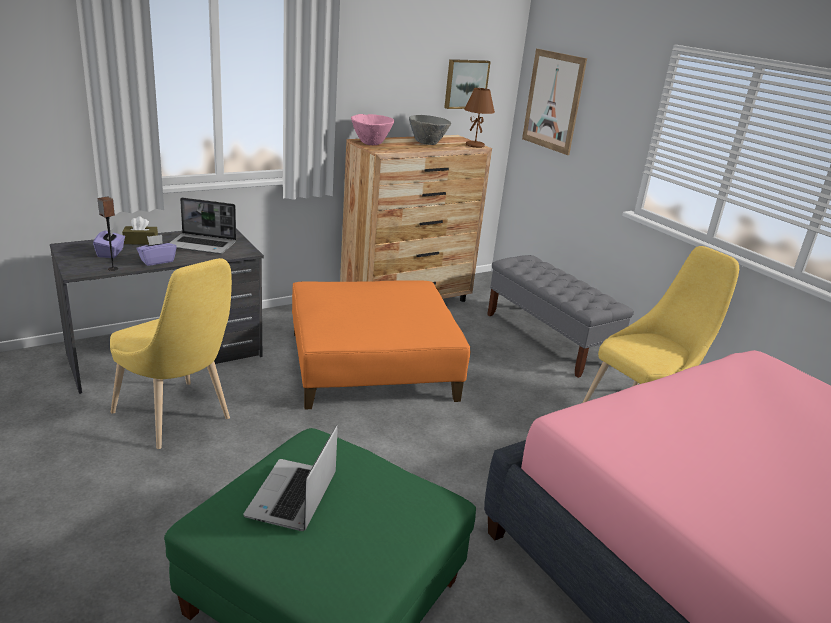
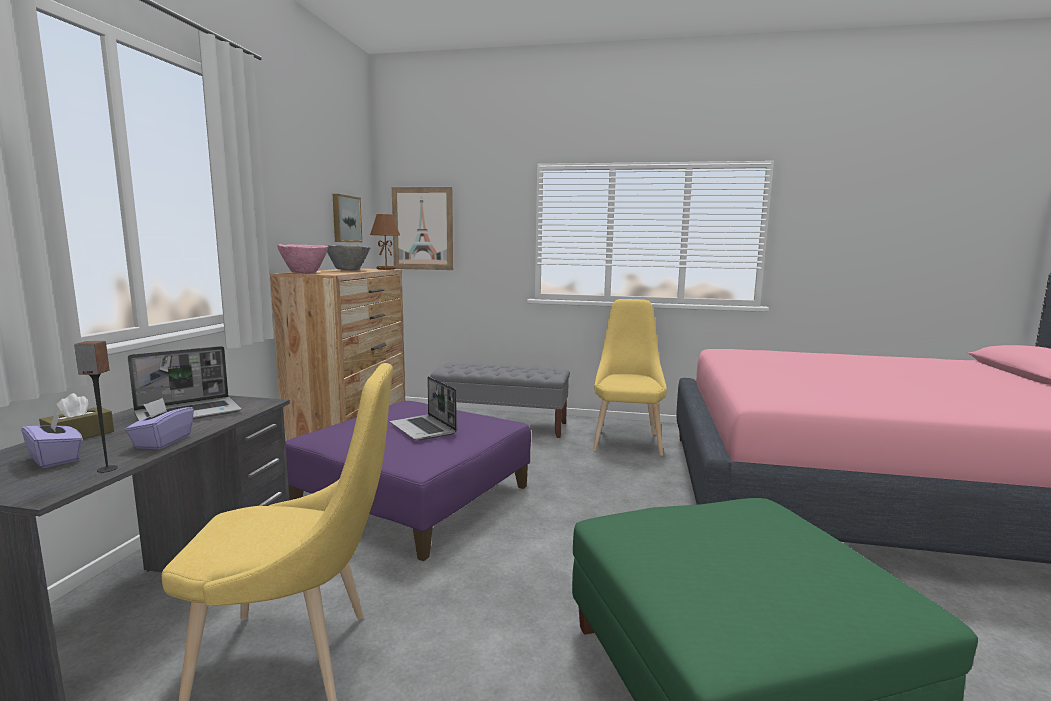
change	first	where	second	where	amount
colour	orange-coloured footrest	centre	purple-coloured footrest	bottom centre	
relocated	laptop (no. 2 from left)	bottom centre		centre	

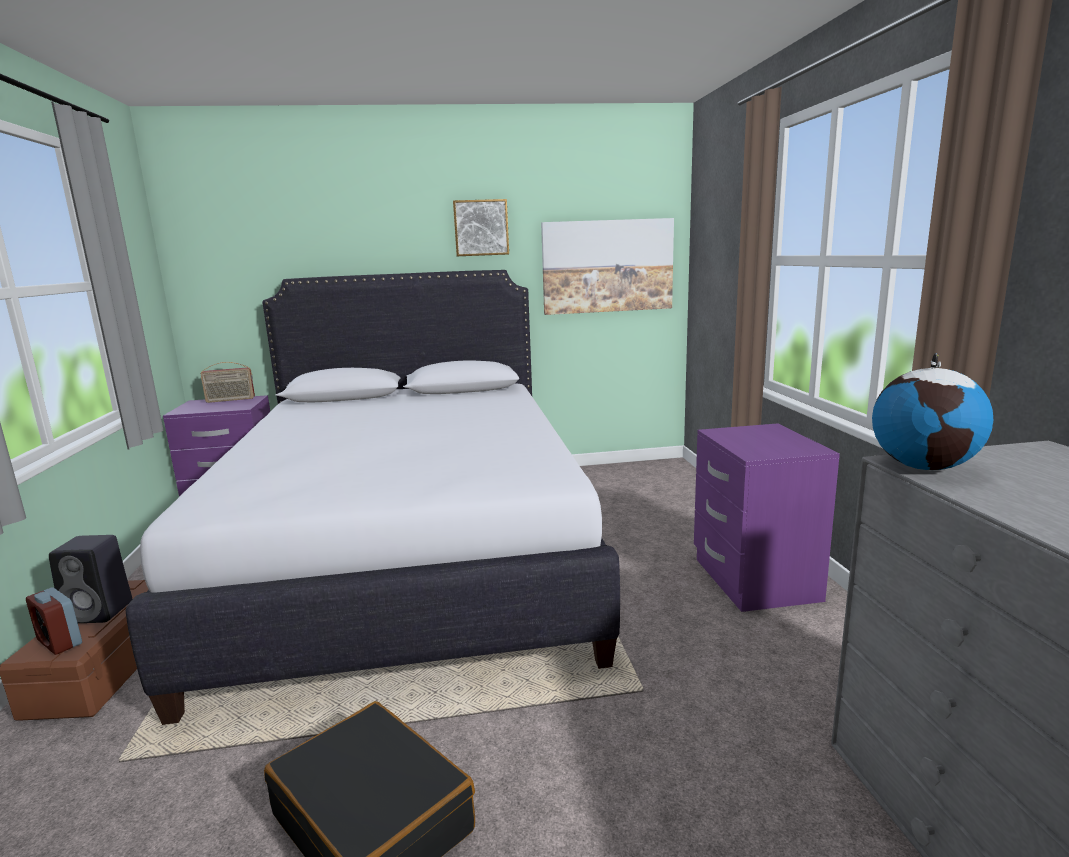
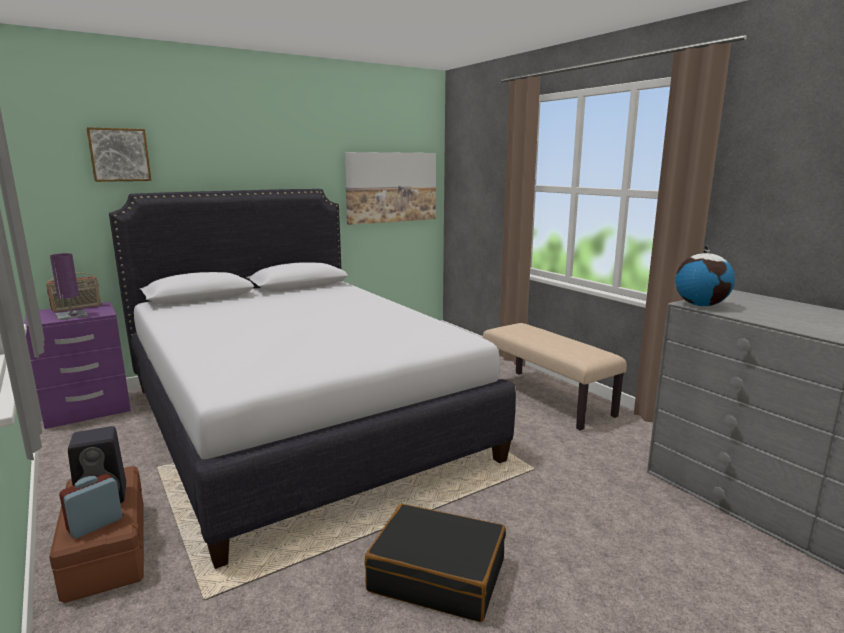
change	first	where	second	where	amount
relocated	picture (no. 1 from left)	top centre		top left	
exchanged	purple-coloured night table (no. 2 from left)	middle right	sand-coloured long seat	centre	
spun	bedside clock	bottom left		bottom left	120 degrees clockwise
appeared			purple-coloured lamp for a table	middle left	

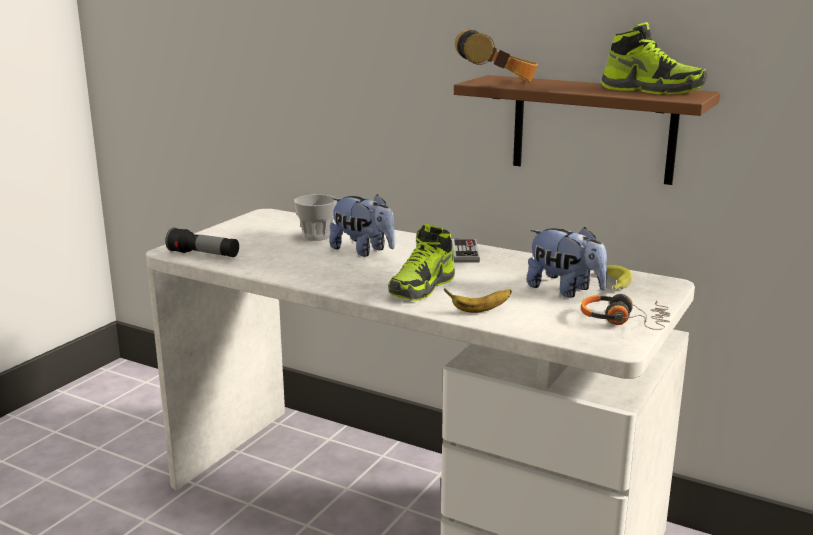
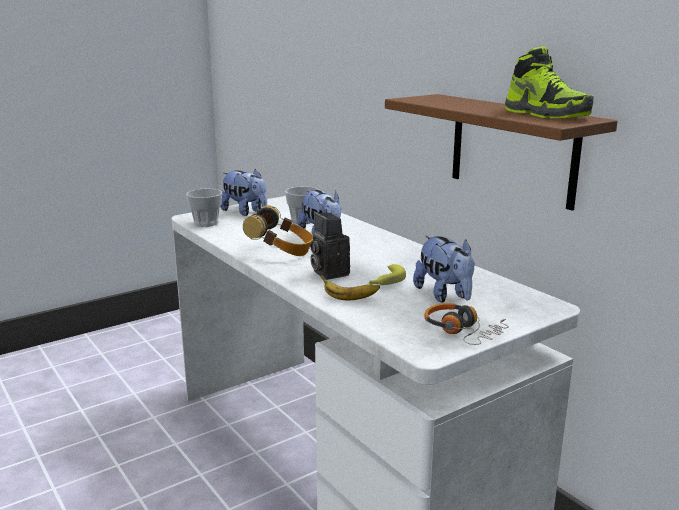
change	first	where	second	where	amount
relocated	headphones (no. 1 from left)	top centre		centre	
exchanged	low shoe (no. 1 from left)	centre	still camera	centre	
exchanged	torch	middle left	cup (no. 1 from left)	middle left	
missing	game controller	centre			
relocated	whole banana (no. 2 from left)	middle right		centre	
appeared			cuddly toy (no. 1 from left)	centre	

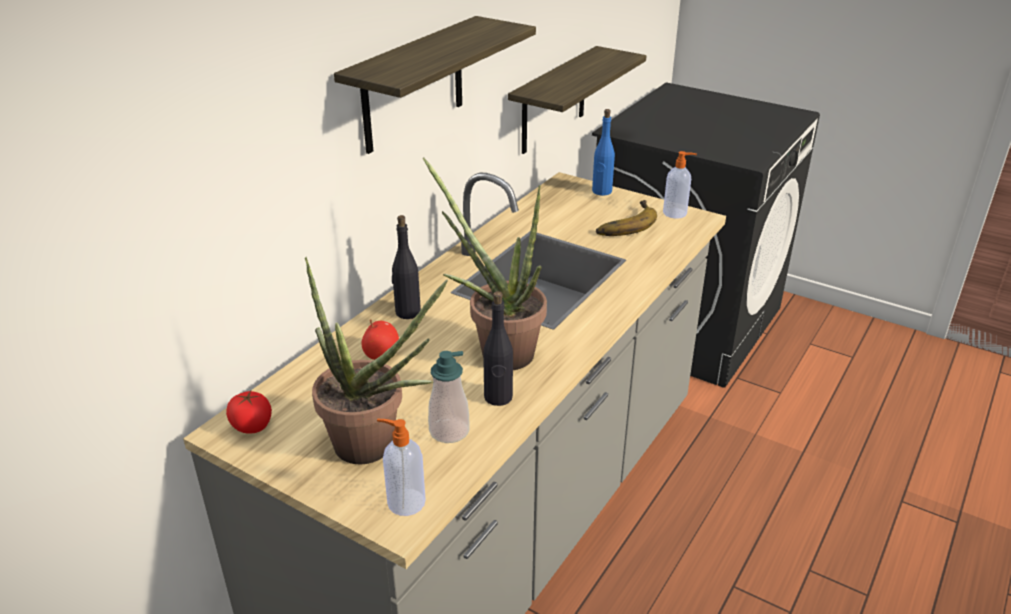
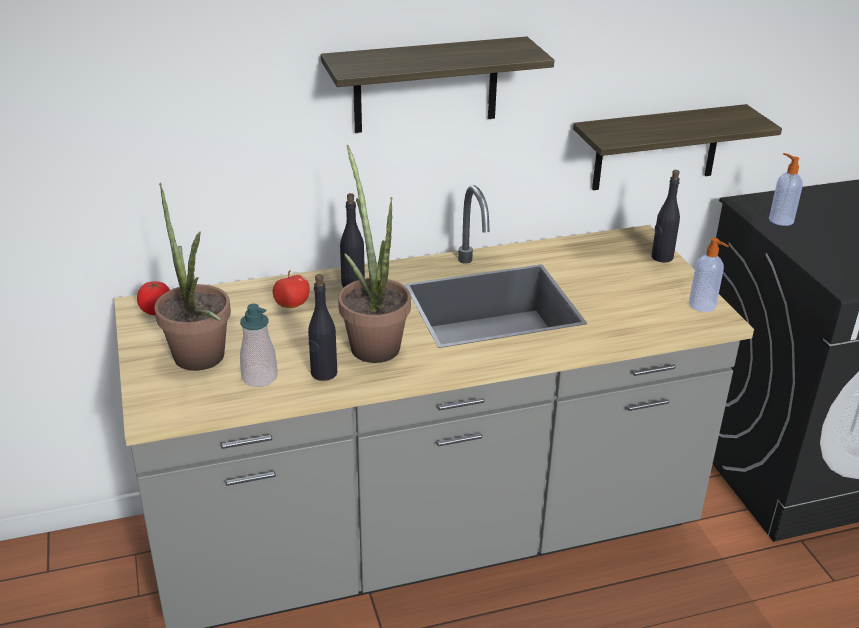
change	first	where	second	where	amount
colour	bluish drink bottle	top centre	blackish drink bottle (no. 3 from left)	middle right	
missing	whole banana	centre			
relocated	soap bottle (no. 1 from left in the first image)	bottom centre	soap bottle (no. 3 from left)	top right	

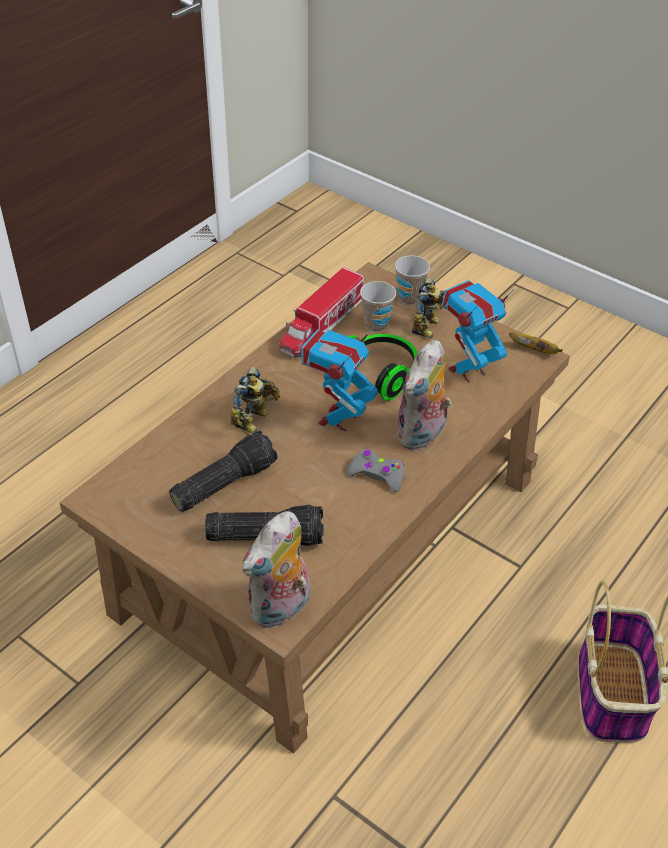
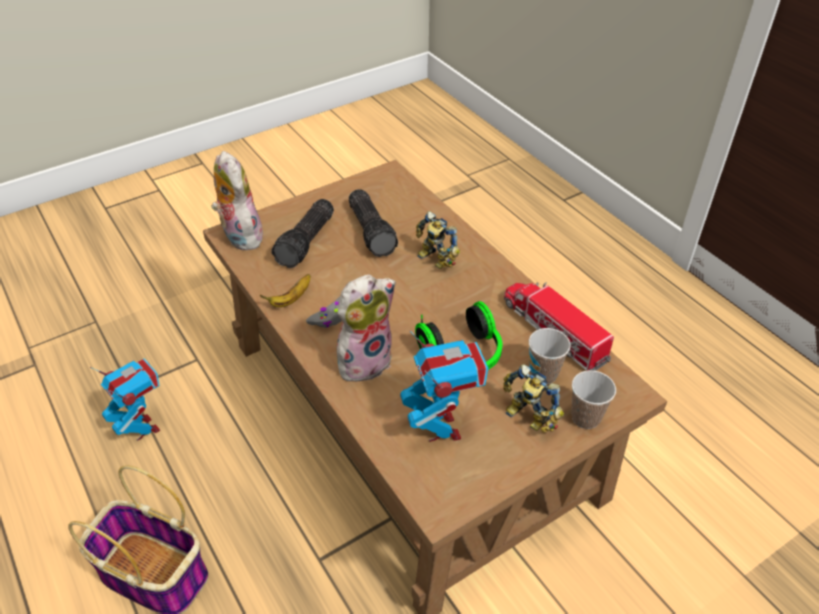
change	first	where	second	where	amount
relocated	toy robot (no. 2 from left in the first image)	centre	toy robot (no. 1 from left)	middle left	
relocated	whole banana	middle right		centre	
spun	cuddly toy (no. 2 from left)	centre		centre	90 degrees clockwise

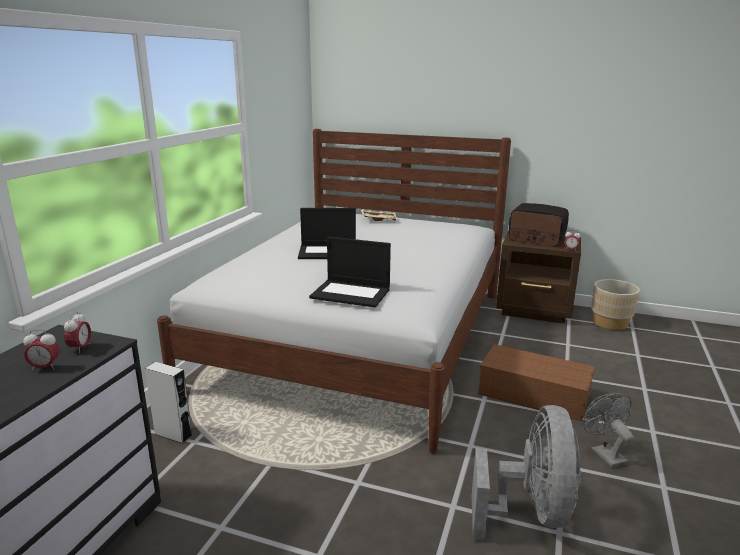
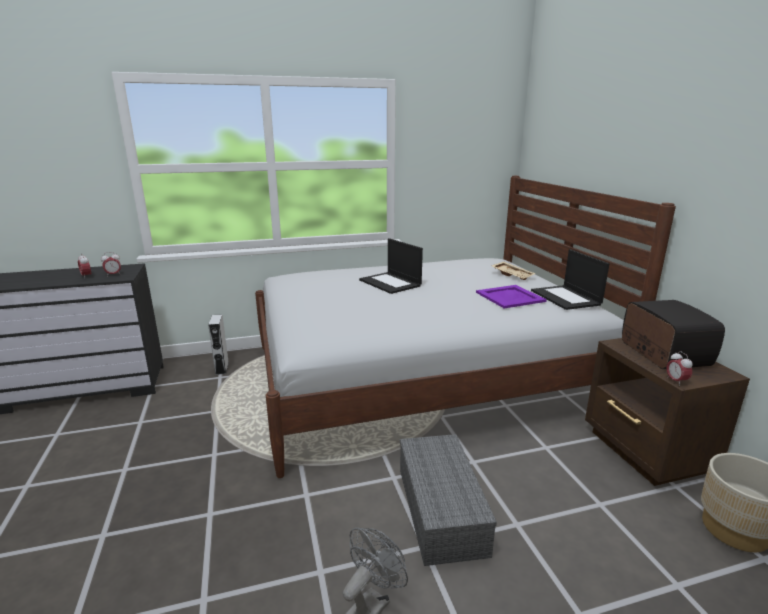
change	first	where	second	where	amount
relocated	laptop (no. 2 from left)	centre		middle right	
colour	brown storage box	bottom right	greyish storage box	bottom centre	
missing	greyish fan (no. 1 from left)	bottom right			
appeared			purple-coloured tray	centre	

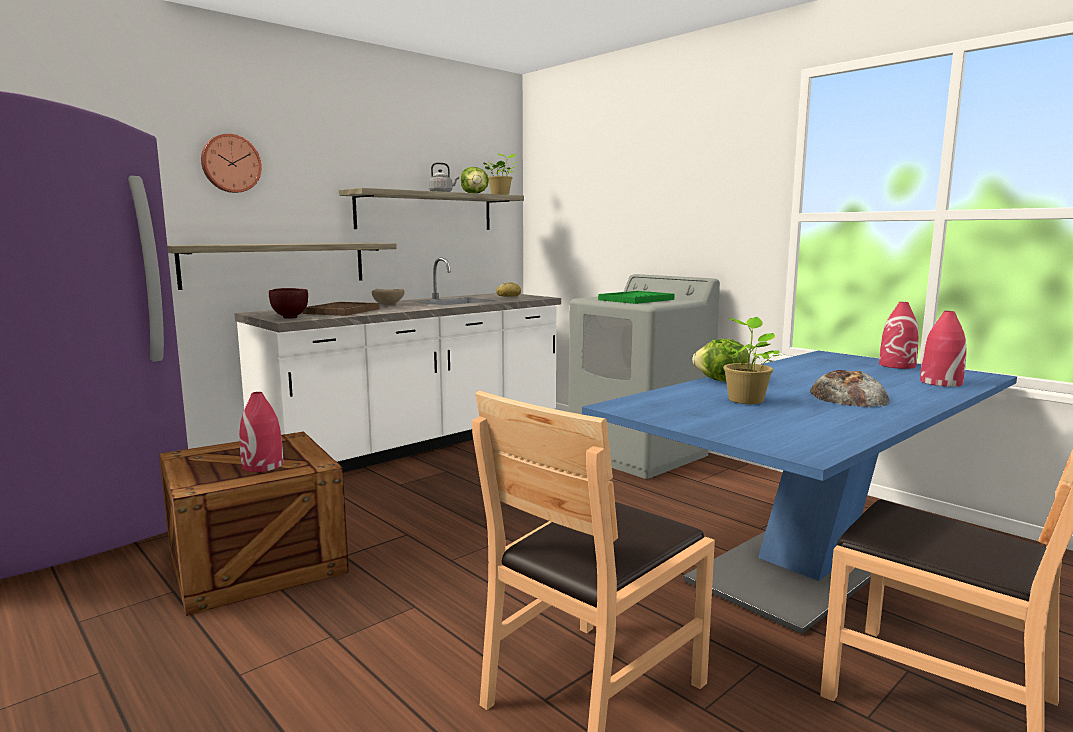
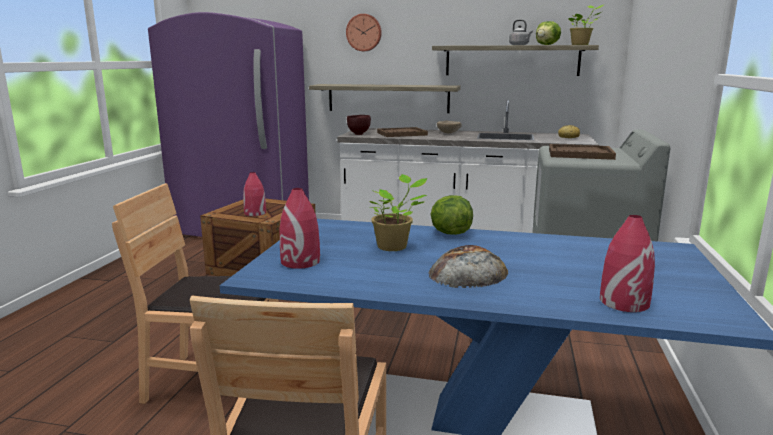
change	first	where	second	where	amount
colour	green tray	centre	brown tray (no. 2 from left)	middle right	
relocated	reddish vase (no. 2 from left)	middle right		centre	

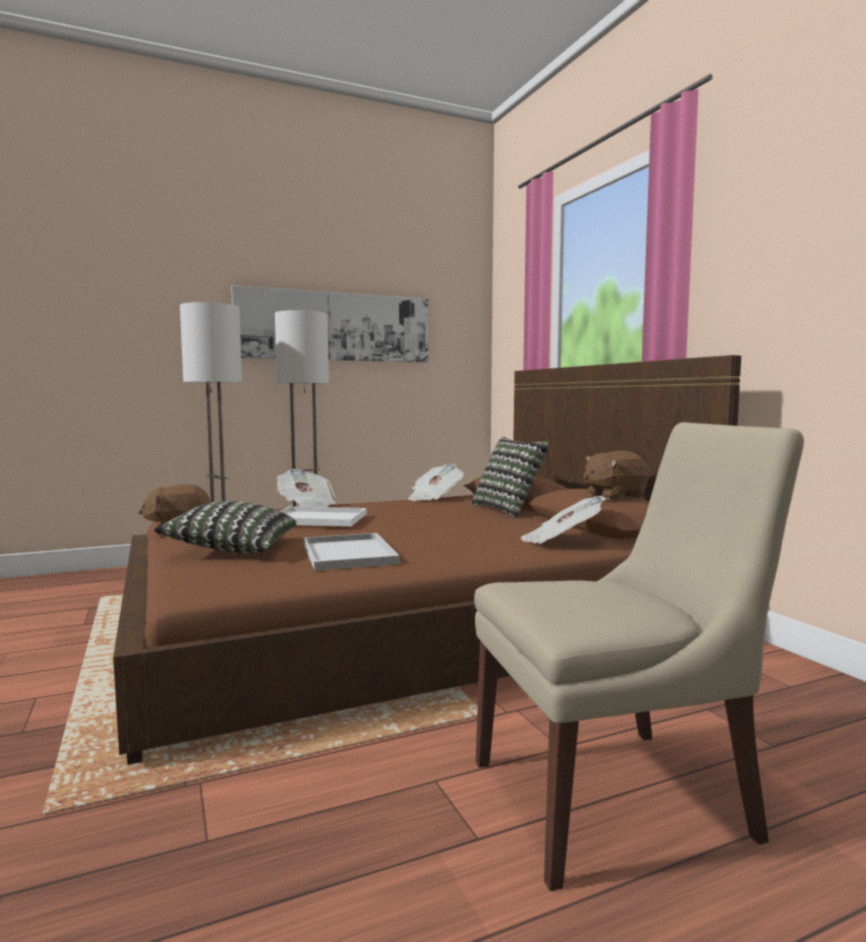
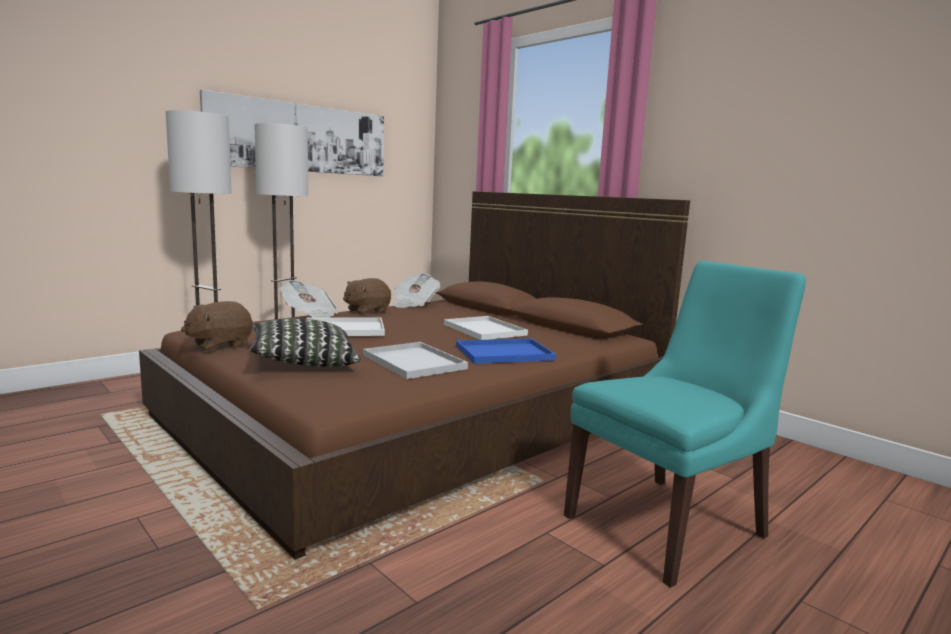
change	first	where	second	where	amount
colour	sand-coloured chair	bottom right	turquoise-coloured chair	bottom right	
missing	throw pillow (no. 2 from left)	centre			
relocated	brown cuddly toy (no. 2 from left)	middle right		centre	
missing	newspaper (no. 3 from left)	centre			
appeared			white-coloured tray (no. 3 from left)	centre	
appeared			bluish tray	centre	

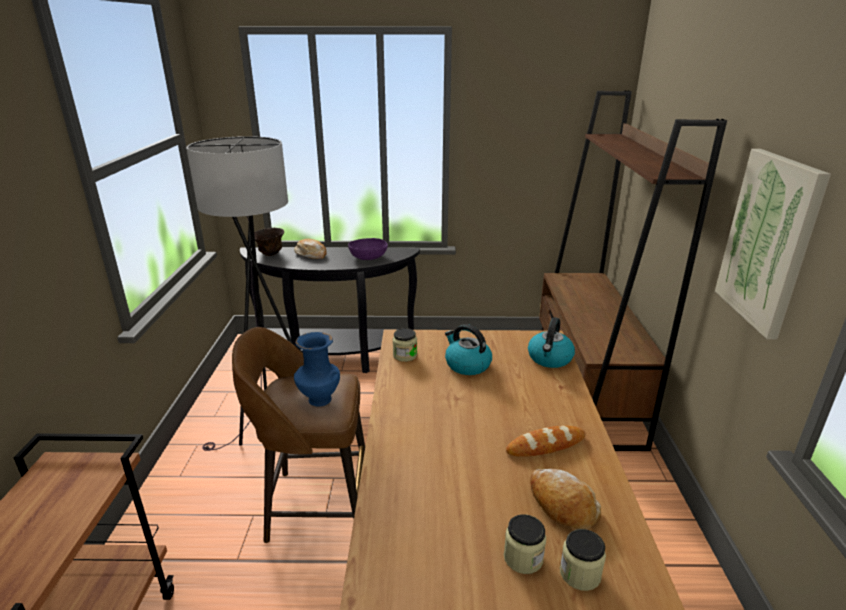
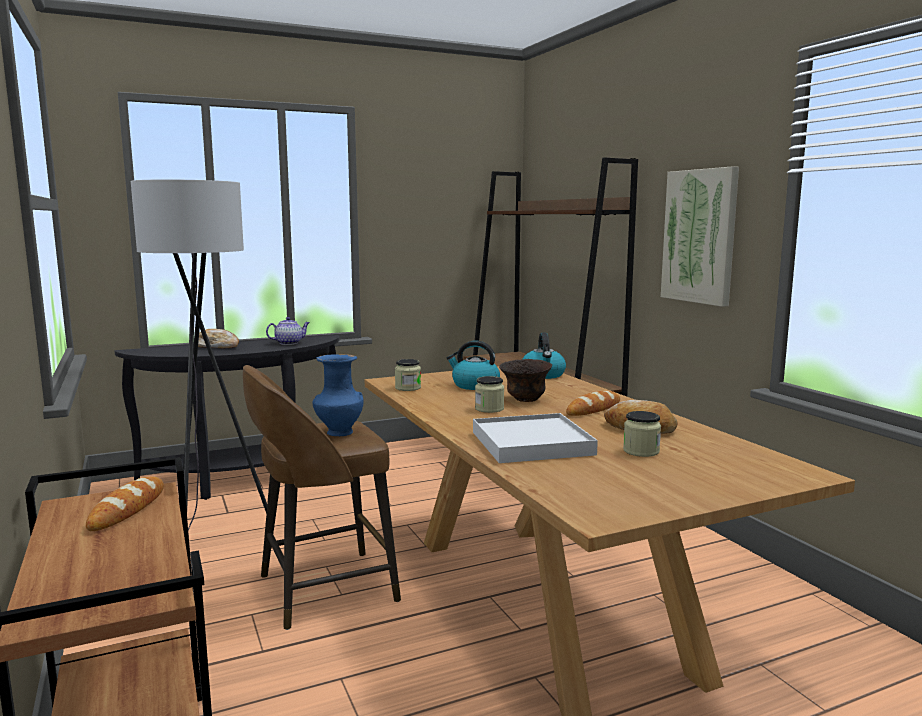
change	first	where	second	where	amount
relocated	brown serving bowl	middle left		centre	
exchanged	purple-coloured serving bowl	centre	tea pot	middle left	
relocated	preserve jar (no. 3 from left in the first image)	bottom right	preserve jar (no. 2 from left)	centre	
appeared			white-coloured tray	centre	
appeared			bread (no. 1 from left)	bottom left	

